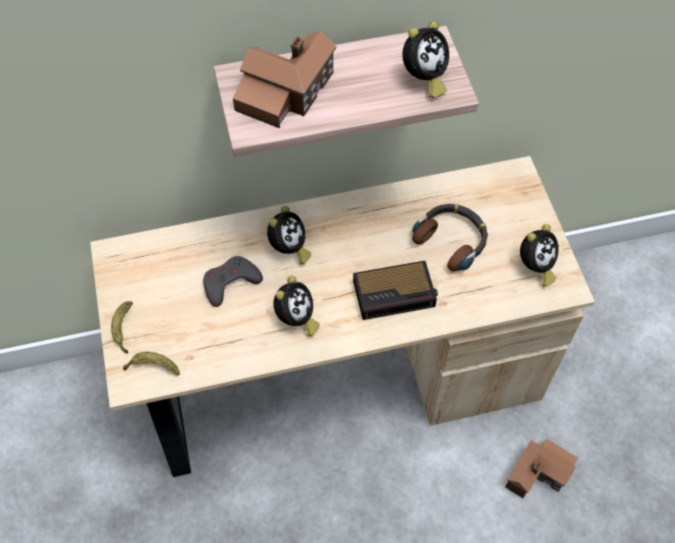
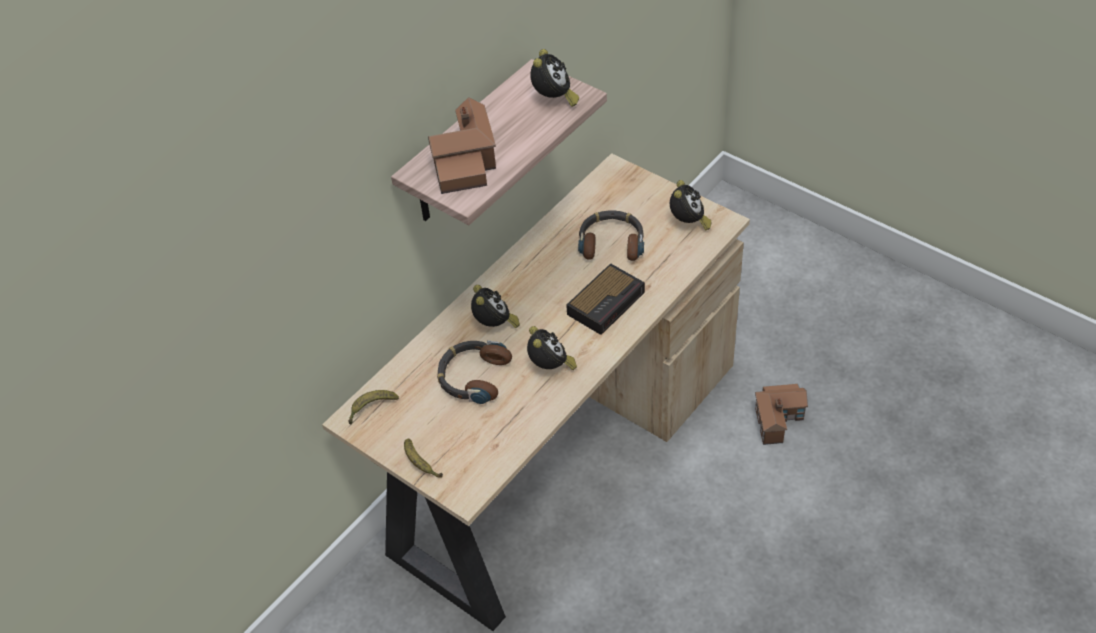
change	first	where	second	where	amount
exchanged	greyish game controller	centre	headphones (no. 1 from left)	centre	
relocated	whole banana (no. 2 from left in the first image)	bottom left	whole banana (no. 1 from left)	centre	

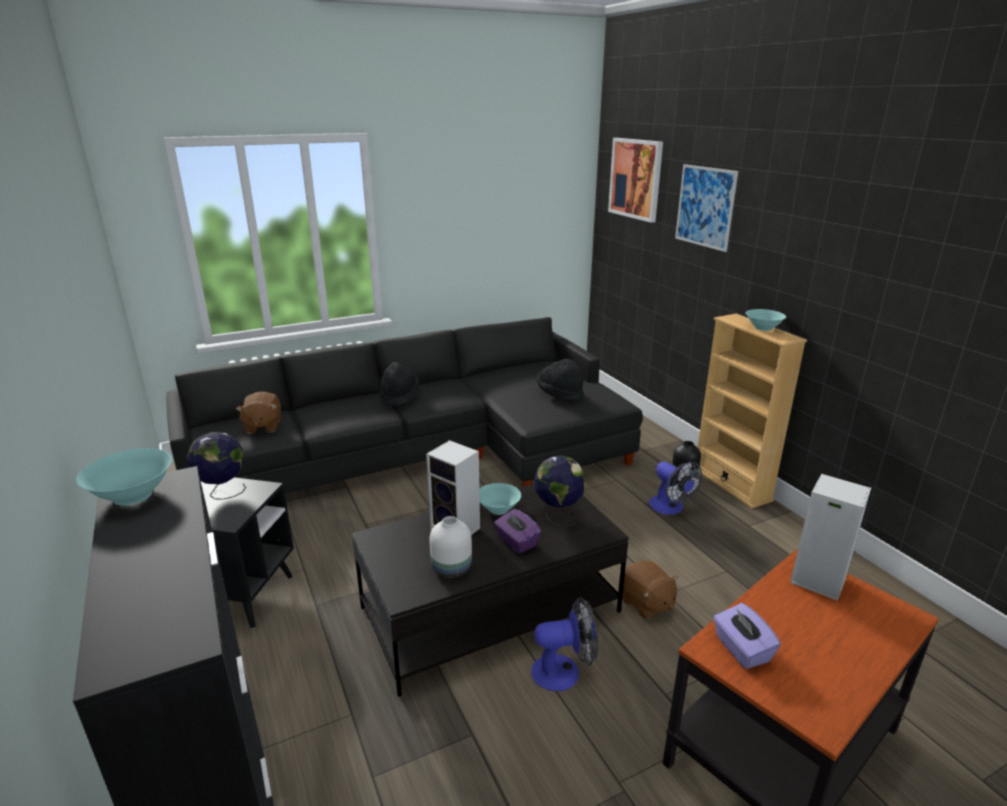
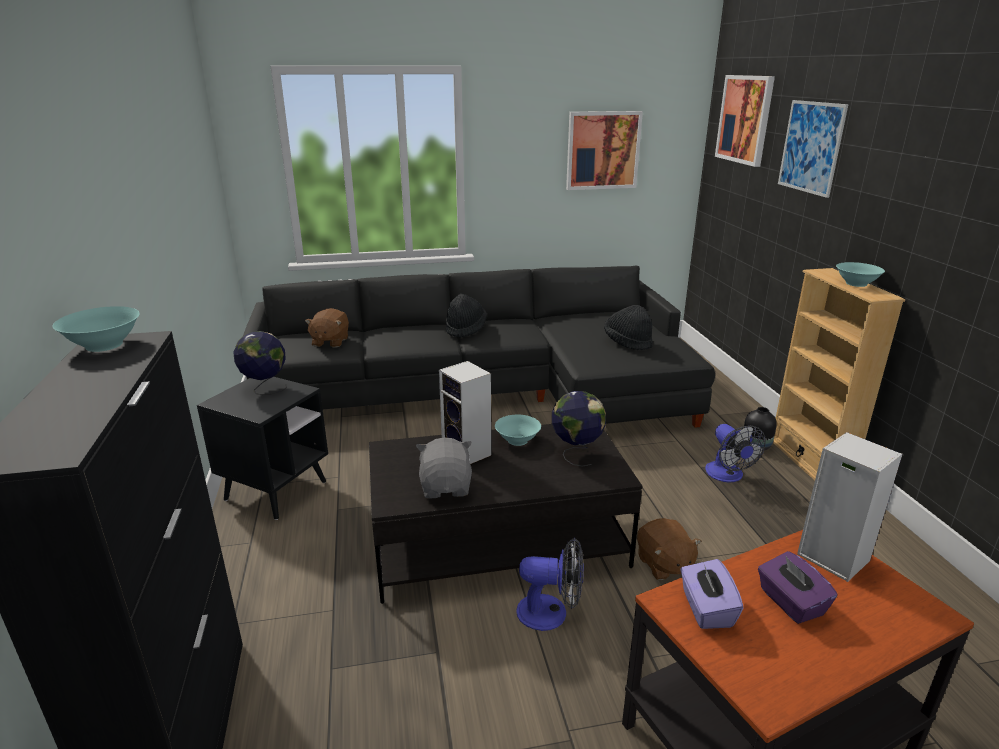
change	first	where	second	where	amount
relocated	purple-coloured box of tissues (no. 1 from left in the first image)	centre	purple-coloured box of tissues (no. 2 from left)	bottom right	
exchanged	white-coloured vase	bottom centre	greyish cuddly toy	centre	
appeared			picture (no. 1 from left)	top centre	

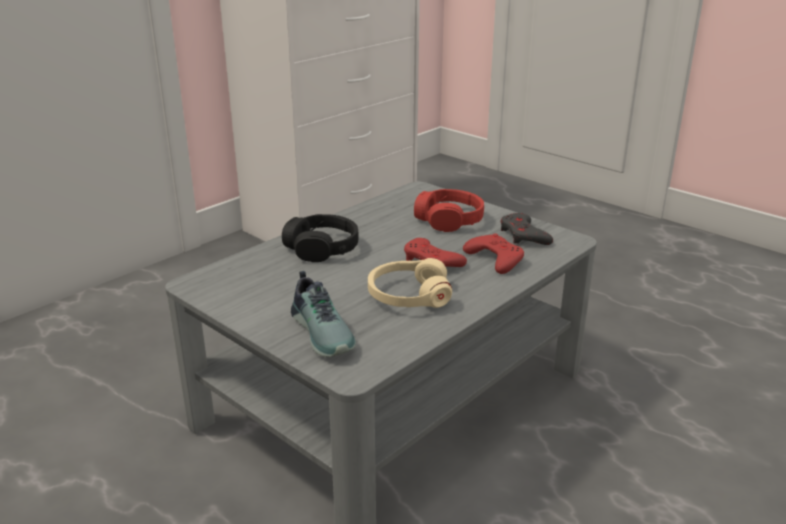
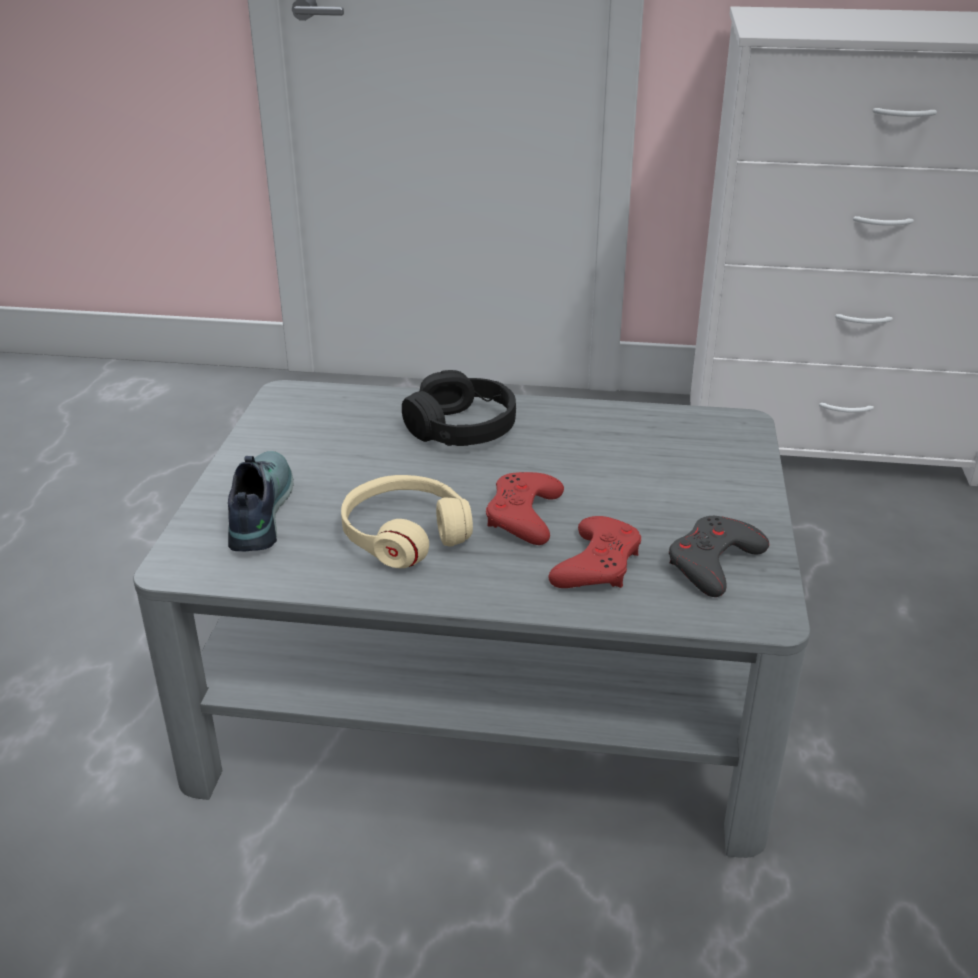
change	first	where	second	where	amount
missing	reddish headphones	centre			
spun	low shoe	centre		middle left	150 degrees clockwise

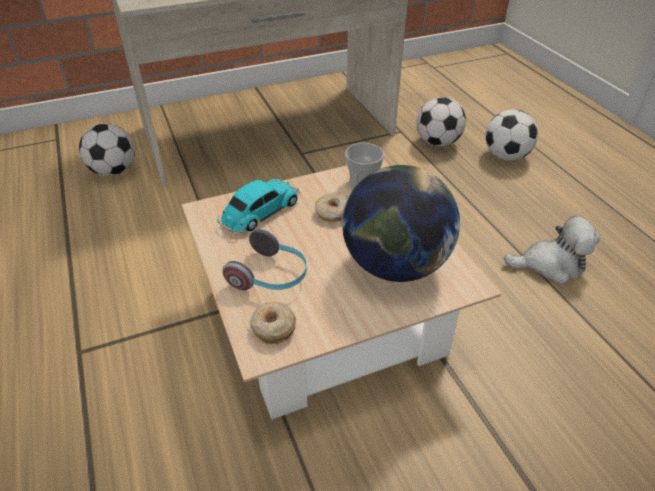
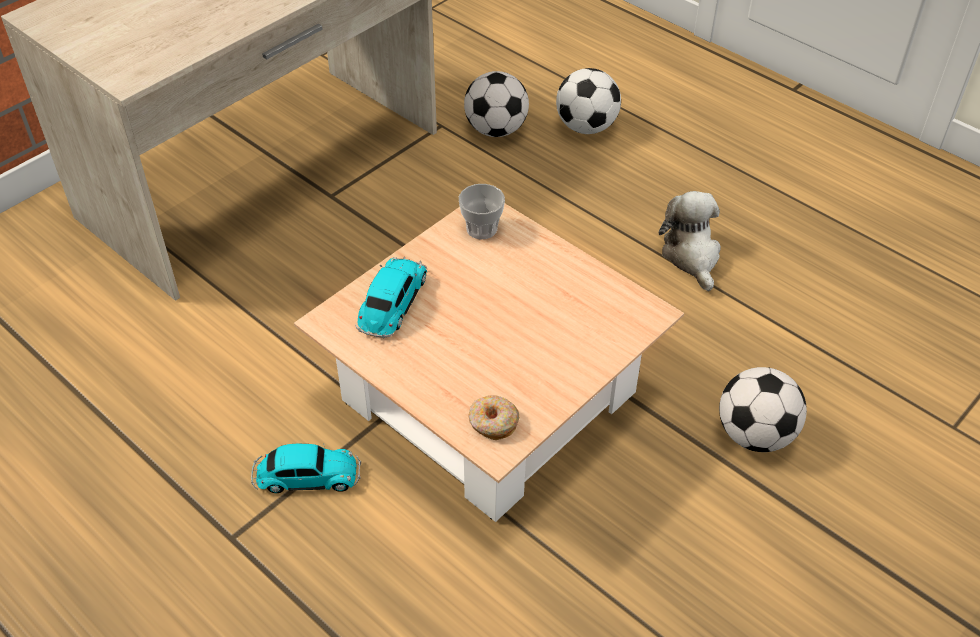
change	first	where	second	where	amount
relocated	football ball (no. 1 from left in the first image)	top left	football ball (no. 3 from left)	middle right	
missing	globe	centre			
missing	donut (no. 2 from left)	centre			
spun	cuddly toy	middle right		middle right	75 degrees counterclockwise
missing	headphones	centre			
appeared			miniature car (no. 1 from left)	bottom left	

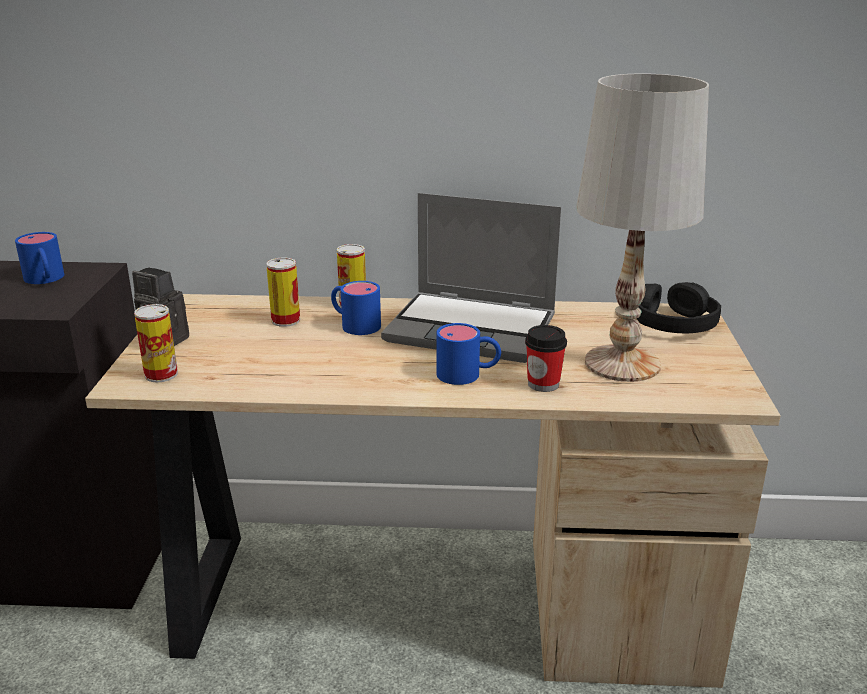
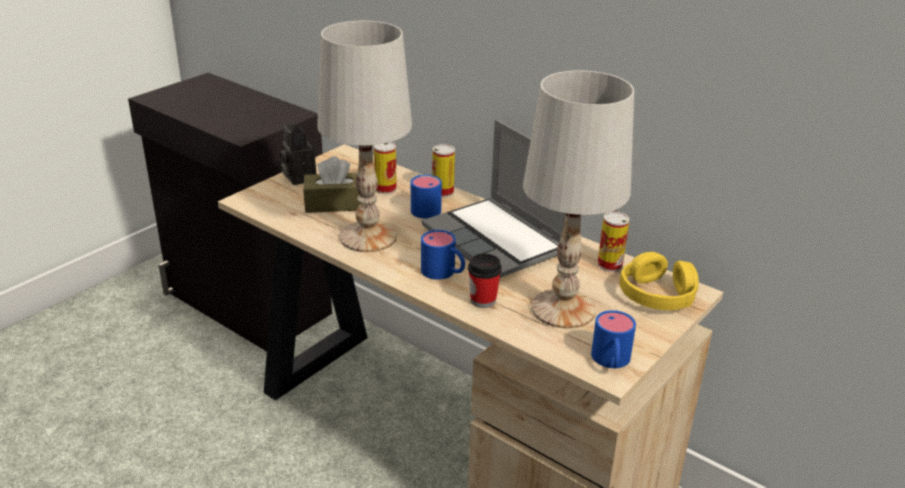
change	first	where	second	where	amount
relocated	bluish tea mug (no. 1 from left in the first image)	middle left	bluish tea mug (no. 3 from left)	bottom right	
colour	blackish headphones	middle right	yellow headphones	middle right	
relocated	sealed can (no. 1 from left in the first image)	middle left	sealed can (no. 3 from left)	middle right	
appeared			white-coloured lamp for a table (no. 1 from left)	top centre	
appeared			brown box of tissues	centre	

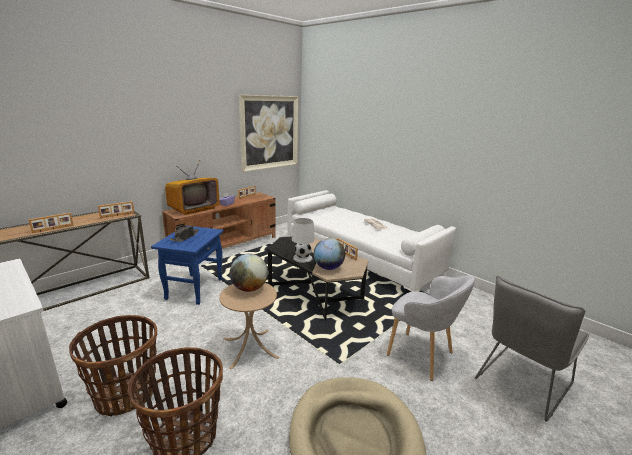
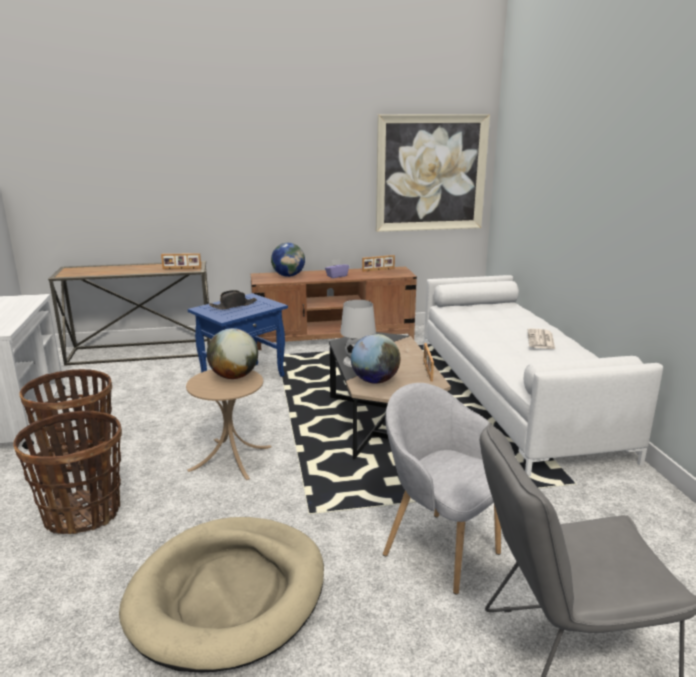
change	first	where	second	where	amount
exchanged	TV set	middle left	globe (no. 2 from left)	centre	
missing	photo frame (no. 1 from left)	middle left			
spun	greyish armchair	bottom right		bottom centre	150 degrees clockwise

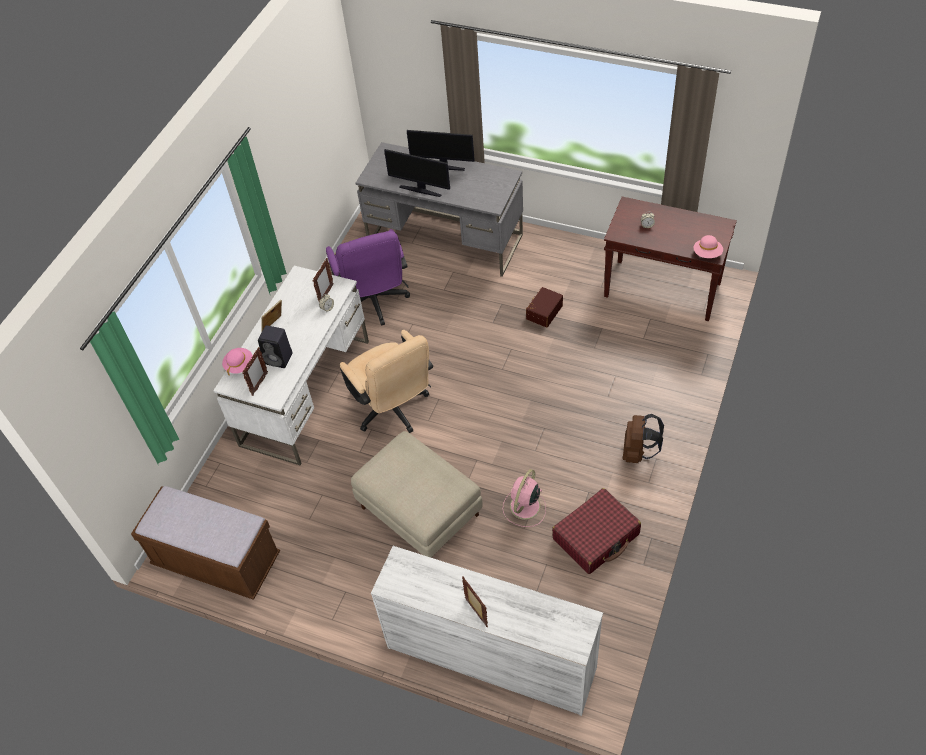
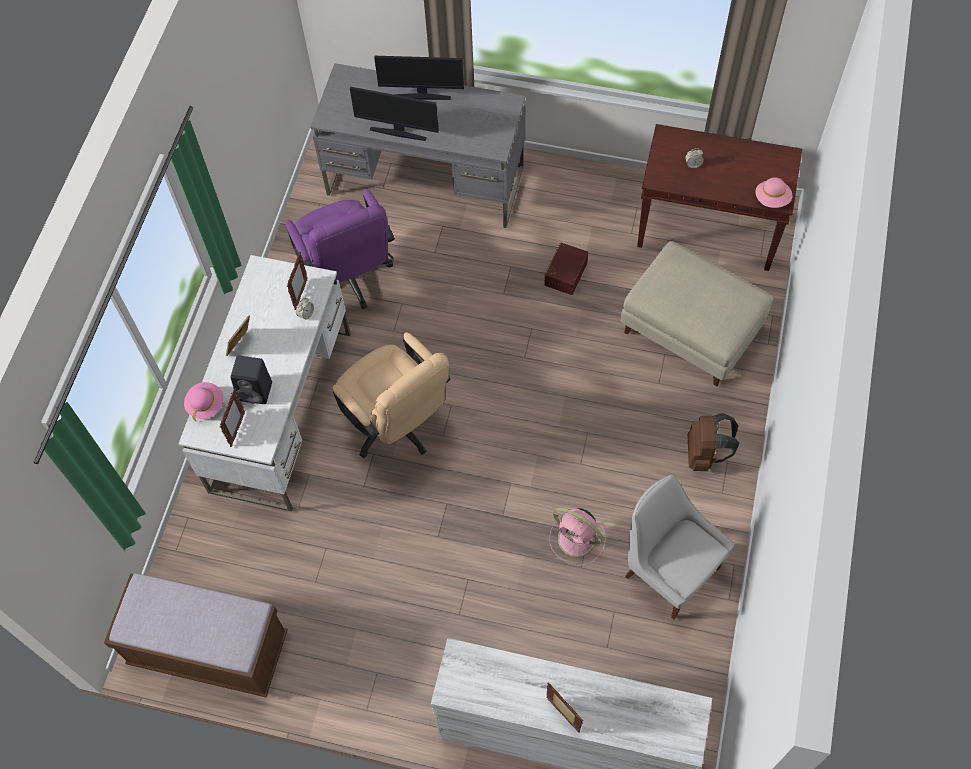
change	first	where	second	where	amount
relocated	sand-coloured footrest	centre		middle right	
spun	pink fan	centre		bottom centre	75 degrees counterclockwise
exchanged	reddish suitcase	bottom centre	white-coloured chair	bottom right	

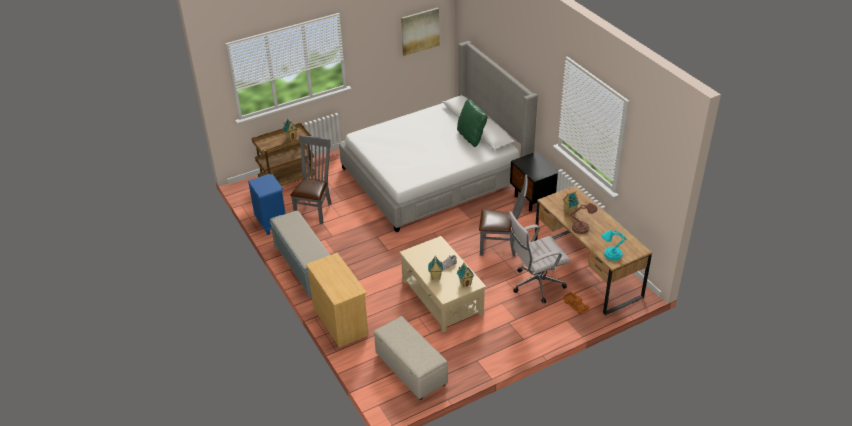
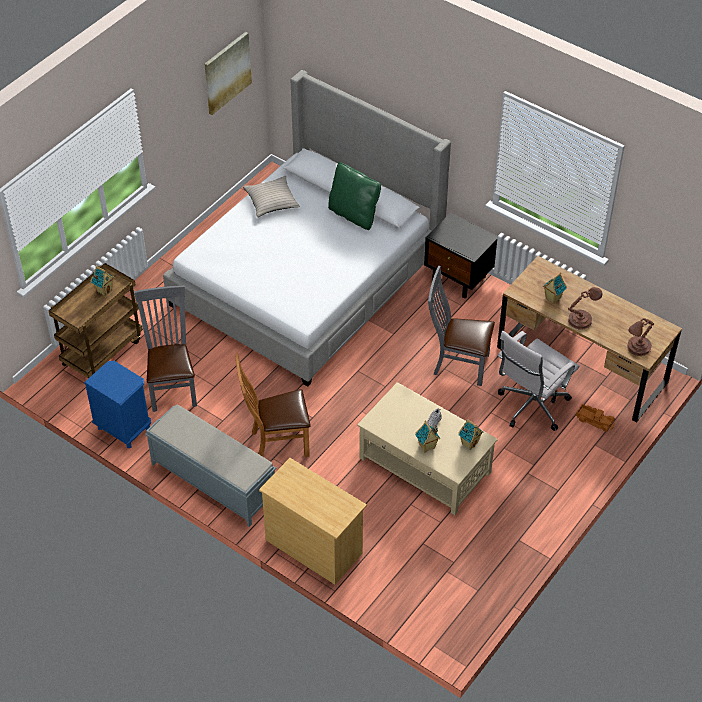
change	first	where	second	where	amount
spun	greyish chair (no. 2 from left)	centre		centre	150 degrees counterclockwise
colour	turquoise-coloured lamp for a table	middle right	brown lamp for a table (no. 2 from left)	middle right	
missing	sand-coloured footrest	bottom centre			
appeared			sand-coloured throw pillow	top centre	
appeared			brown chair	centre	

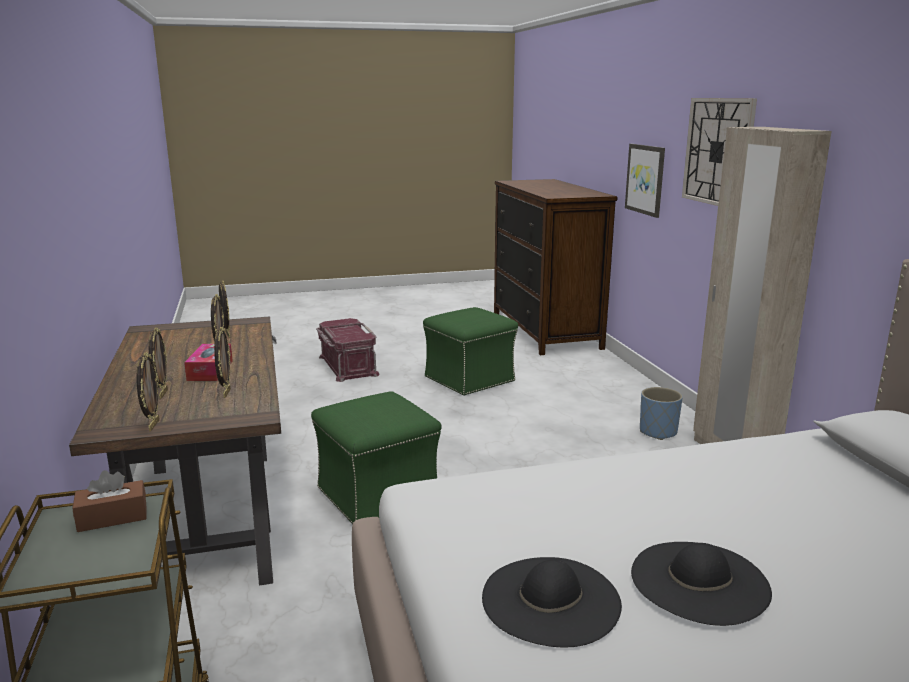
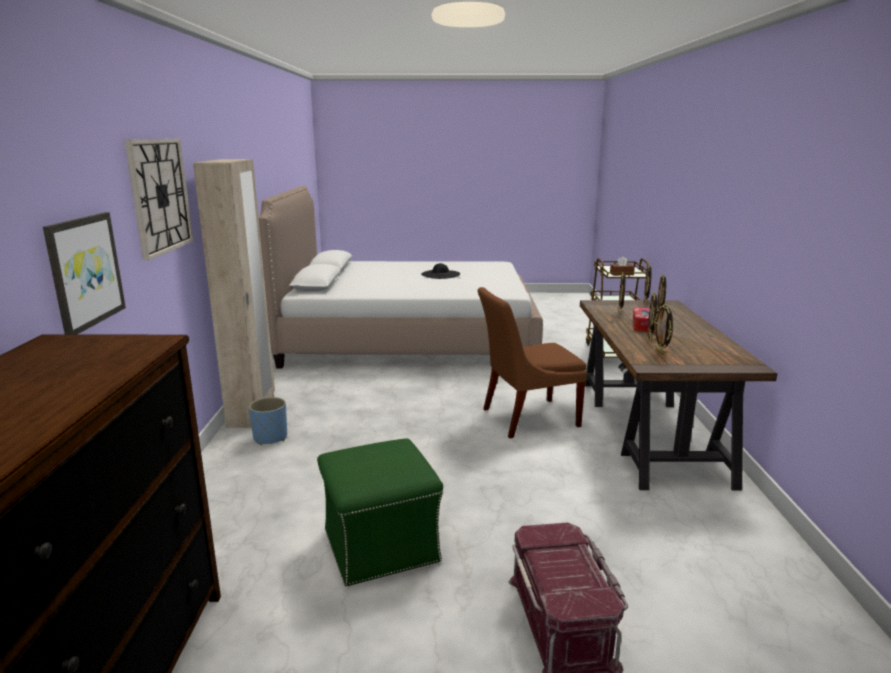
change	first	where	second	where	amount
exchanged	green footrest (no. 1 from left)	bottom centre	brown chair	centre	
missing	blackish clothing hat (no. 1 from left)	bottom centre			

